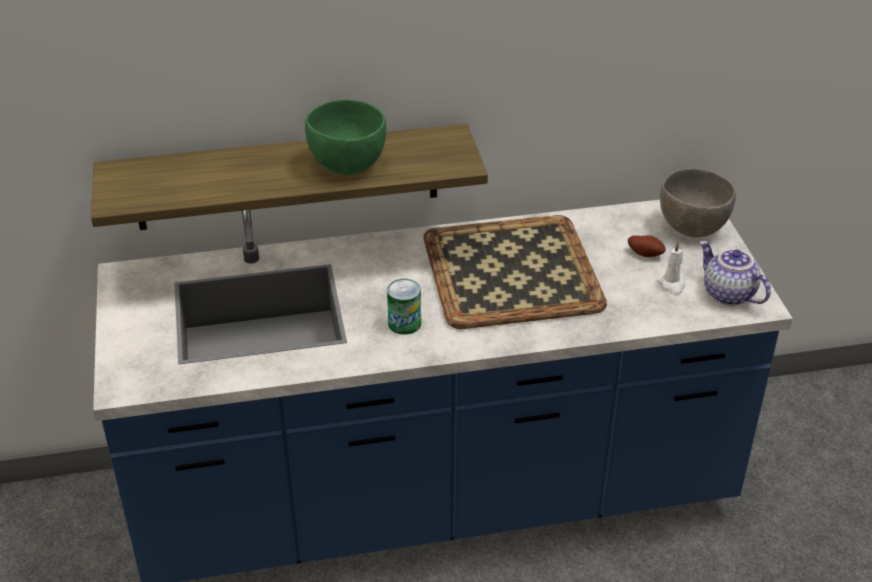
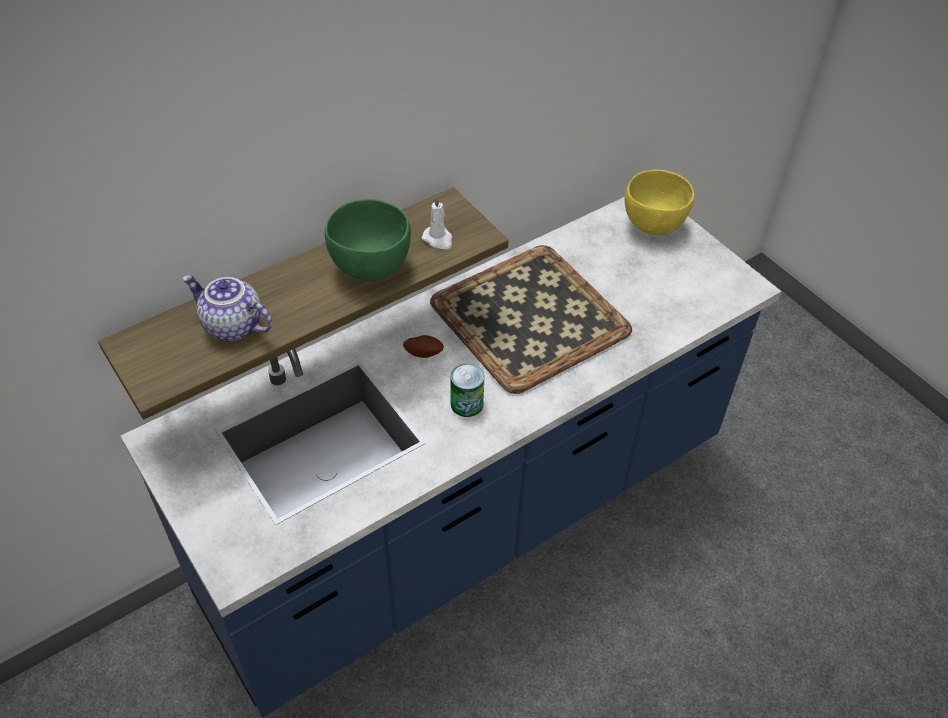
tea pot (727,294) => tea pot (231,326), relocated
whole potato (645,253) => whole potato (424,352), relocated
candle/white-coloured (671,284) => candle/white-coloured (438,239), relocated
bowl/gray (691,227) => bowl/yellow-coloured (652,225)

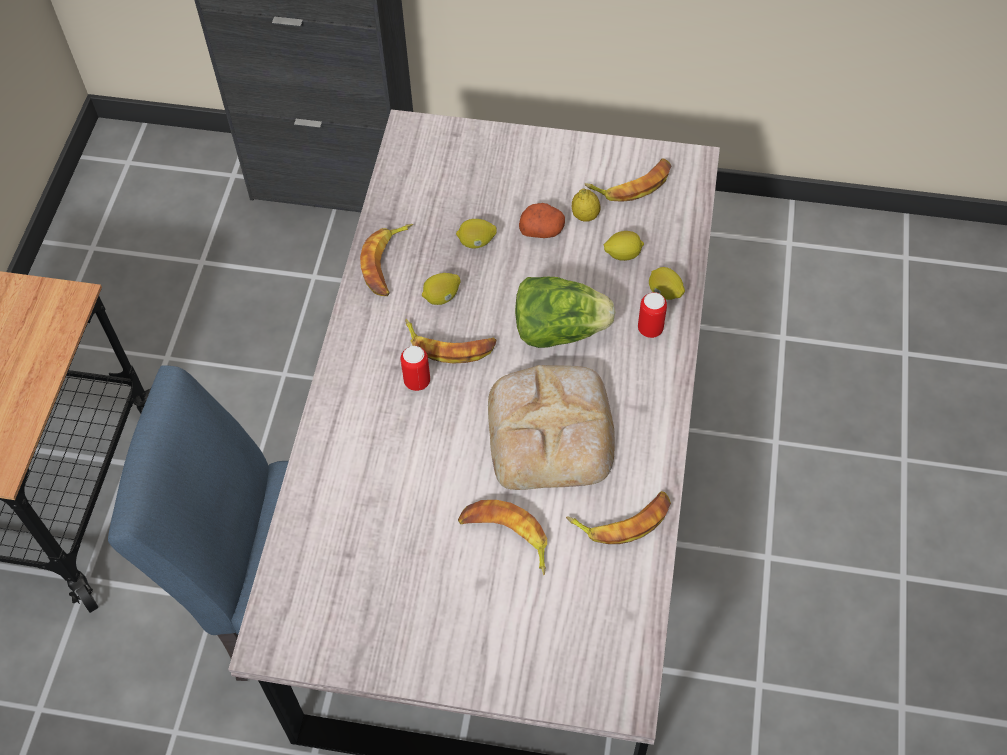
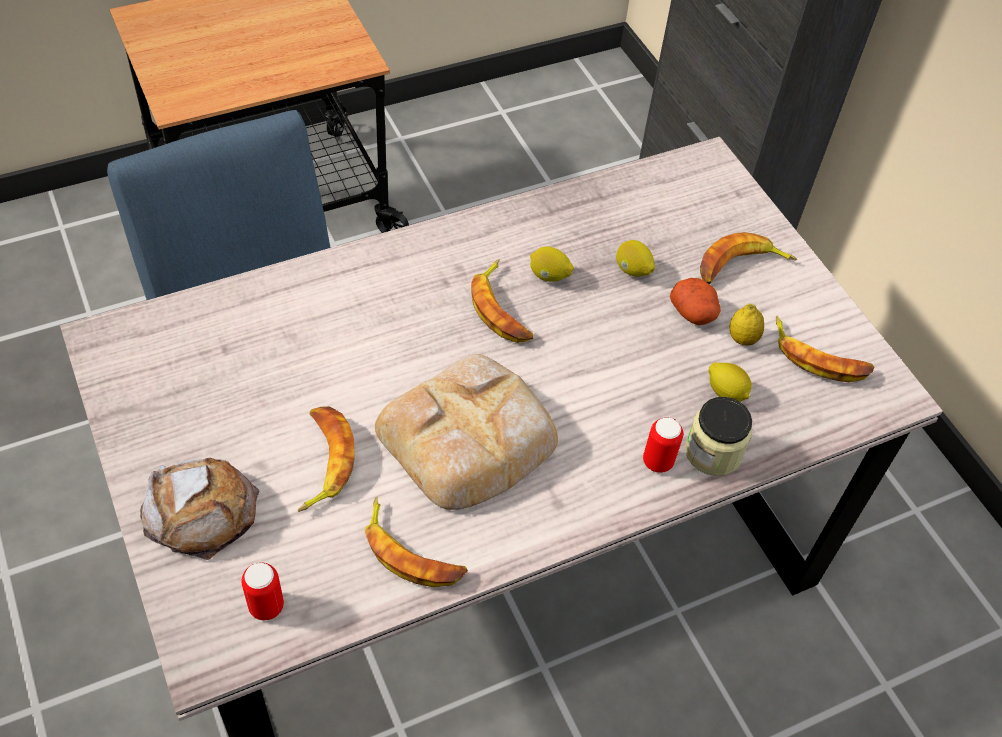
nothing => baked bread (201,511)
metal can (417,382) => metal can (266,606), relocated
whole lemon (664,293) => preserve jar (713,452)
banana (387,263) => banana (740,266), relocated
head of lettuce (559,330) => nothing

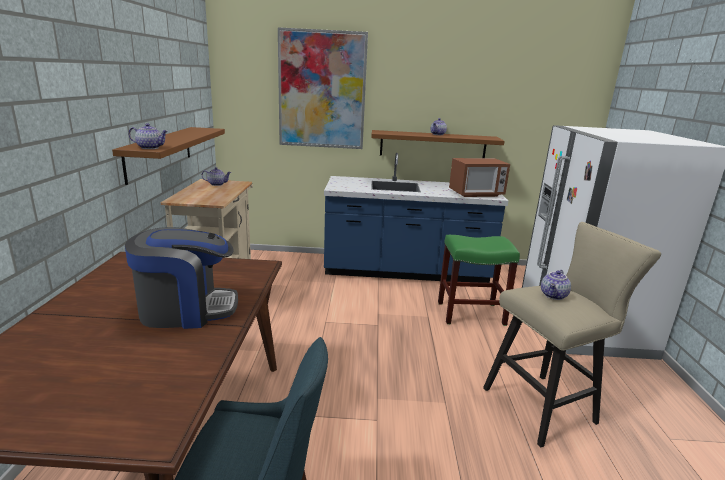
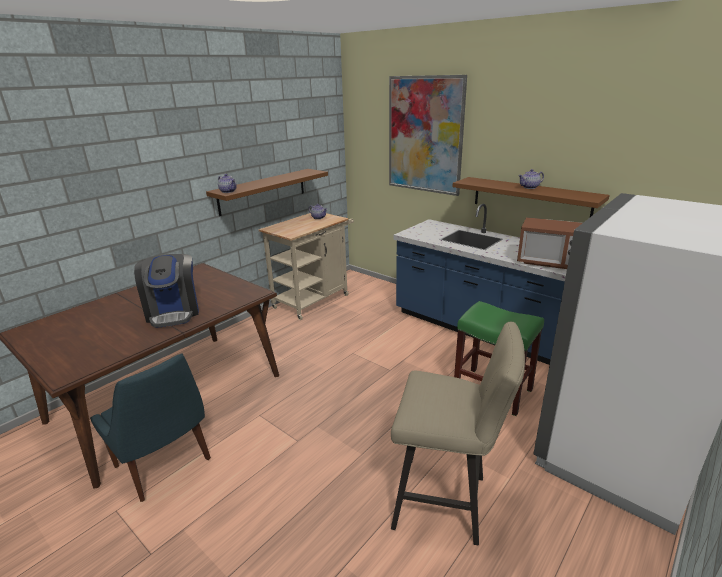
coffee maker (186,309) => coffee maker (173,312), 45 degrees clockwise
tea pot (554,296) => nothing

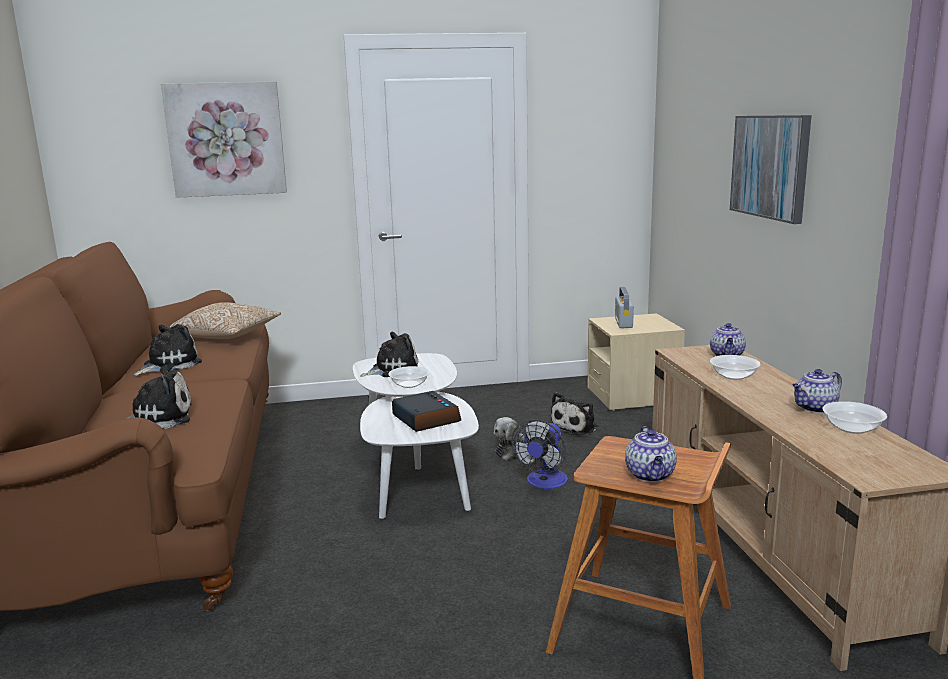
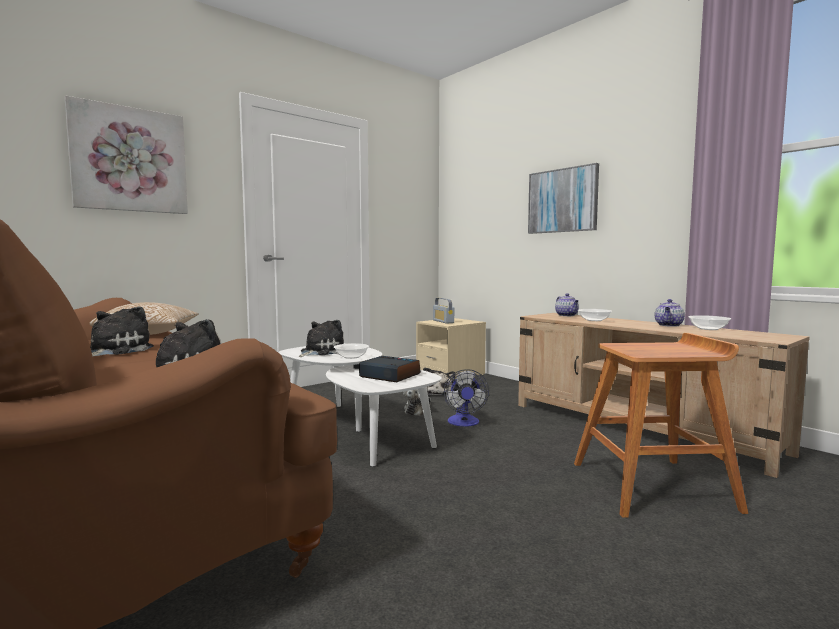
tea pot (650,475) => nothing

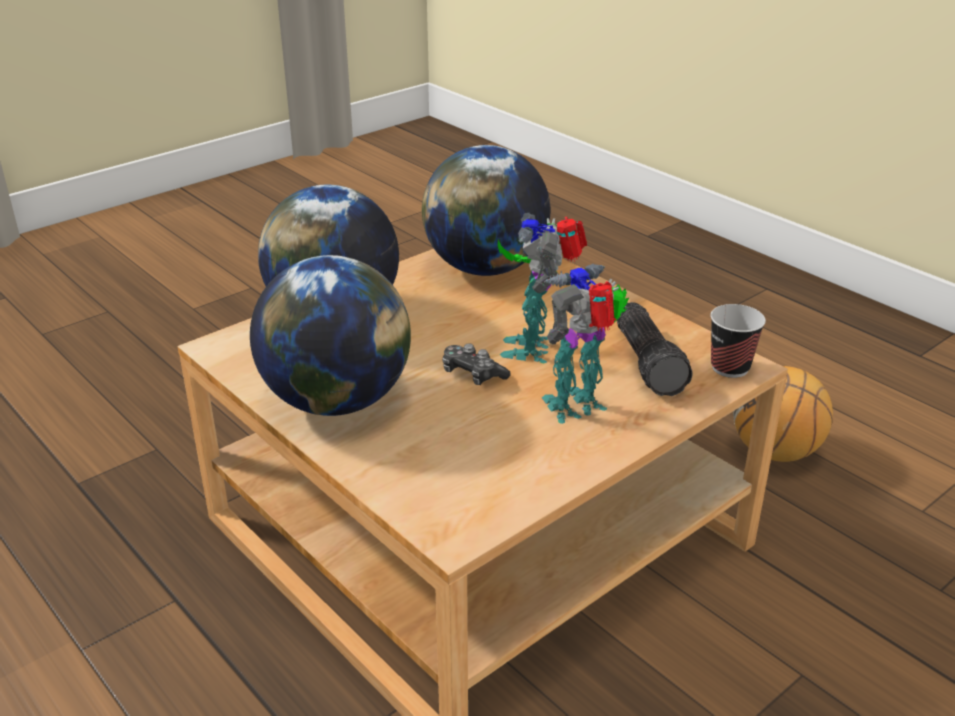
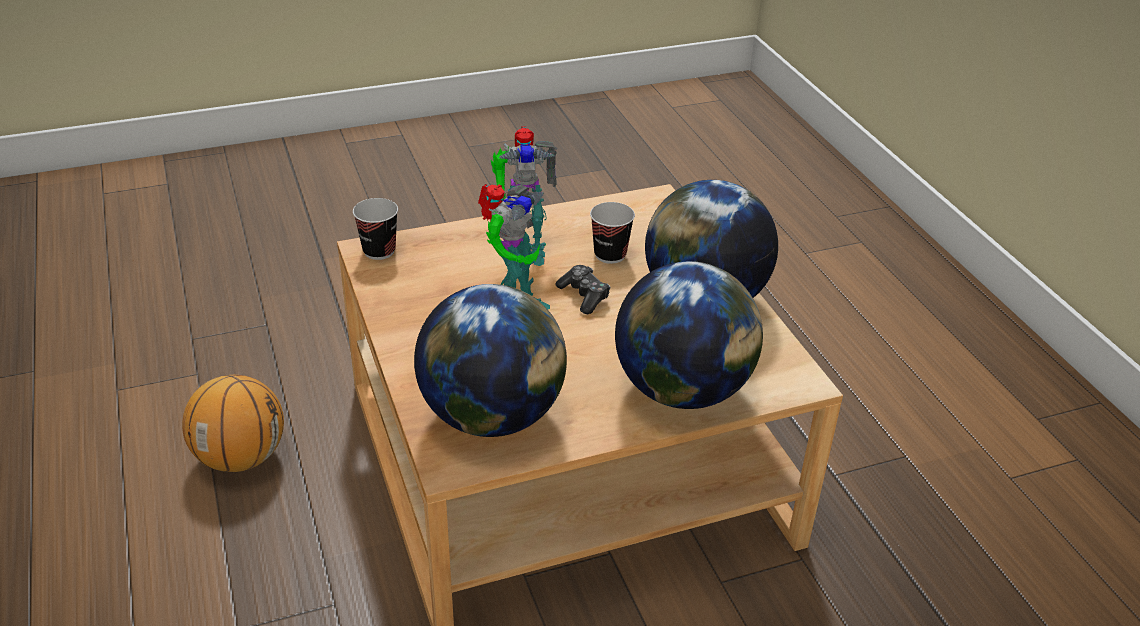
nothing => cup (610,255)
flashlight (650,362) => nothing

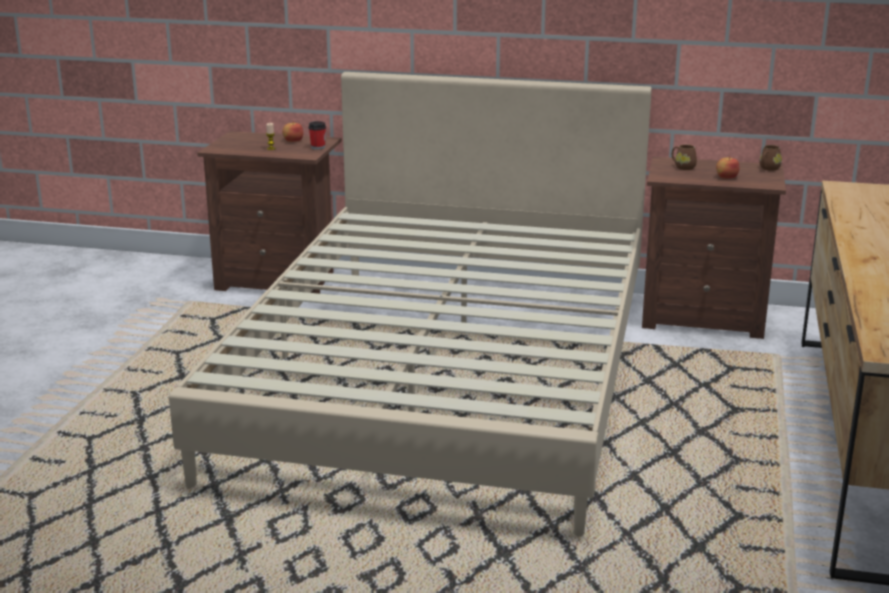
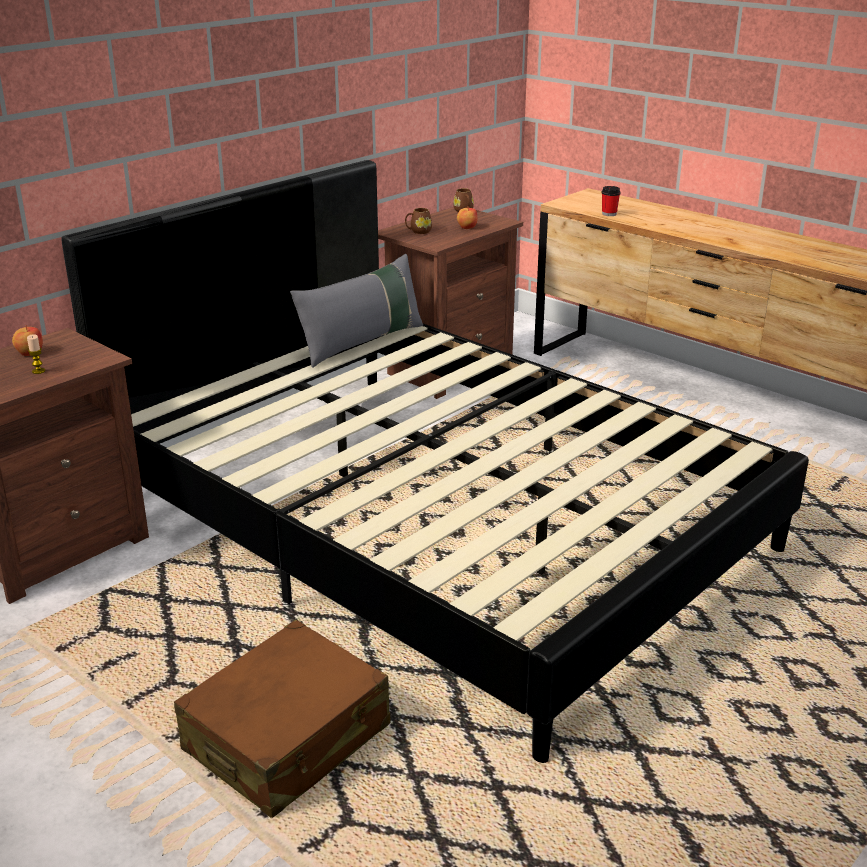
sleeping bed/beige-coloured (446,377) => sleeping bed/black (433,520)
nothing => suitcase/brownish (288,739)
nothing => throw pillow/gray (362,342)
cup (318,147) => cup (609,214), relocated

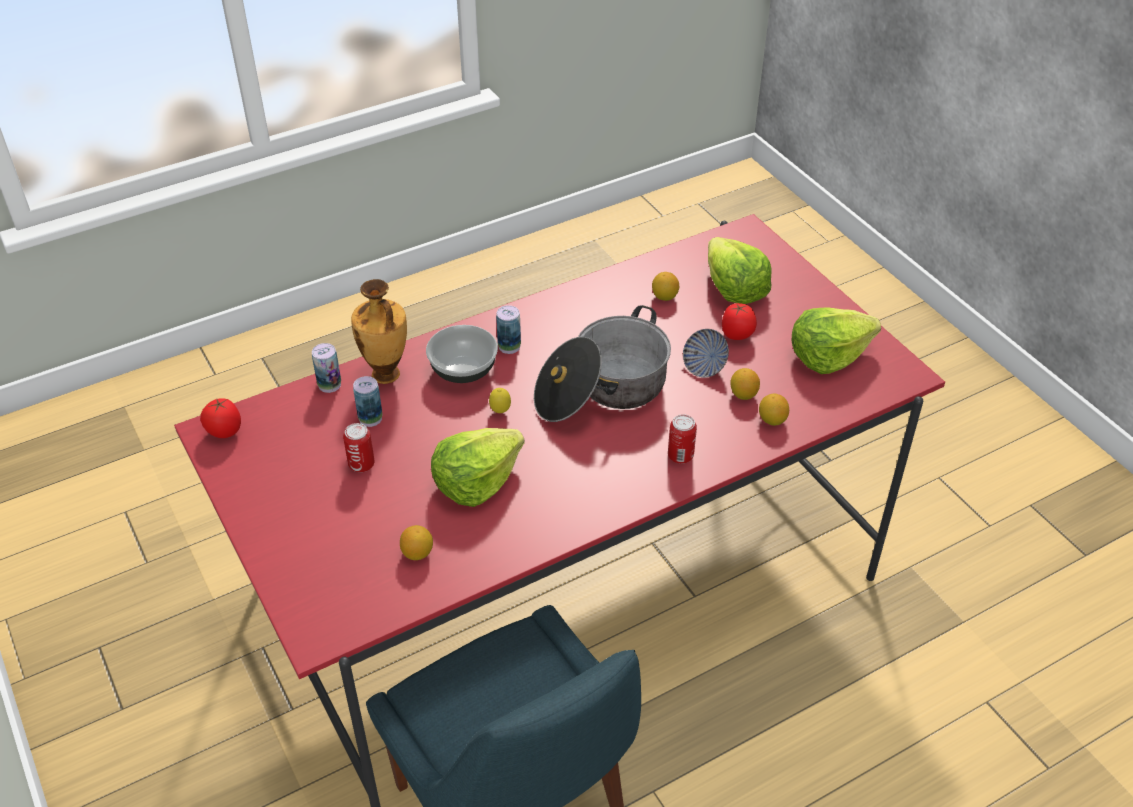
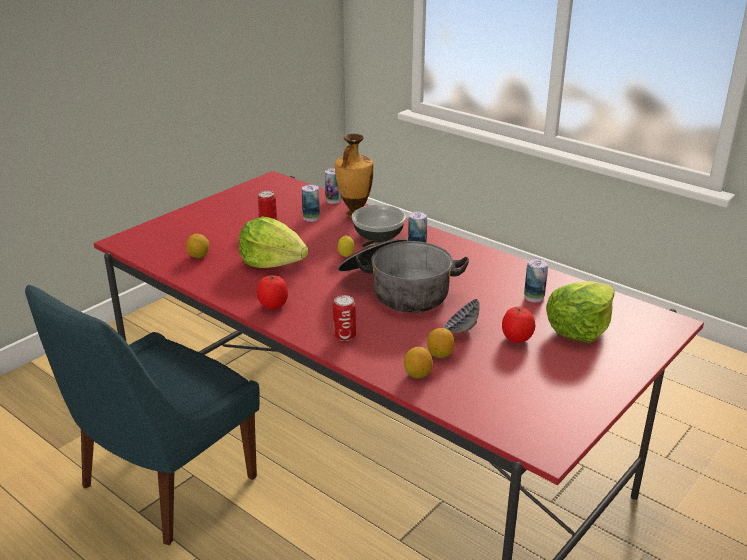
fresh tomato (224,432) => fresh tomato (273,305), relocated
whole lemon (664,297) => metal can (534,297)
head of lettuce (828,355) => nothing

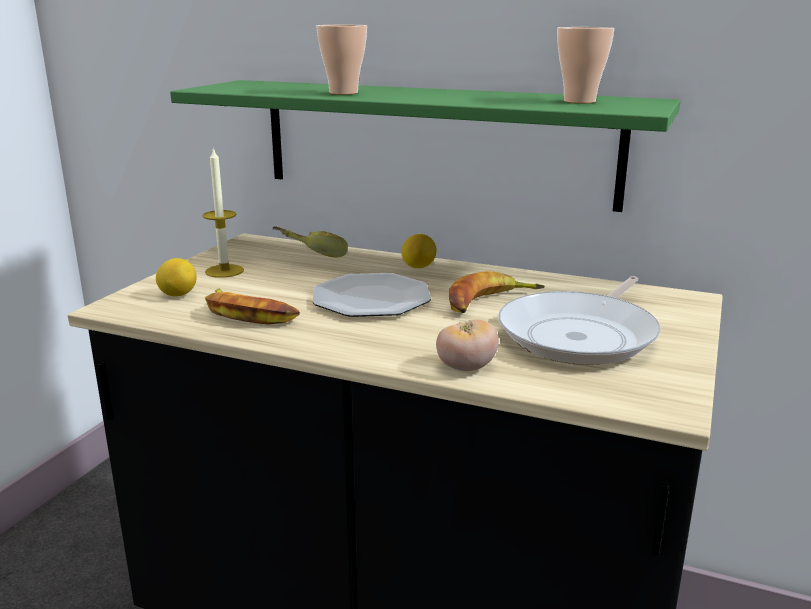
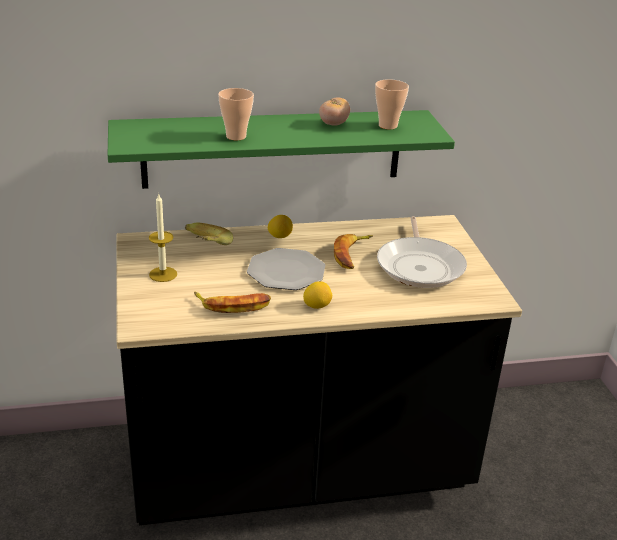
whole lemon (178,295) => whole lemon (317,306), relocated
fresh tomato (466,368) => fresh tomato (333,124), relocated

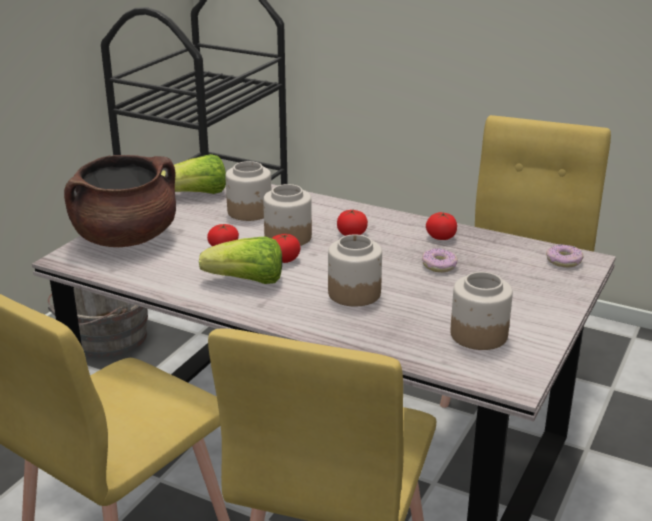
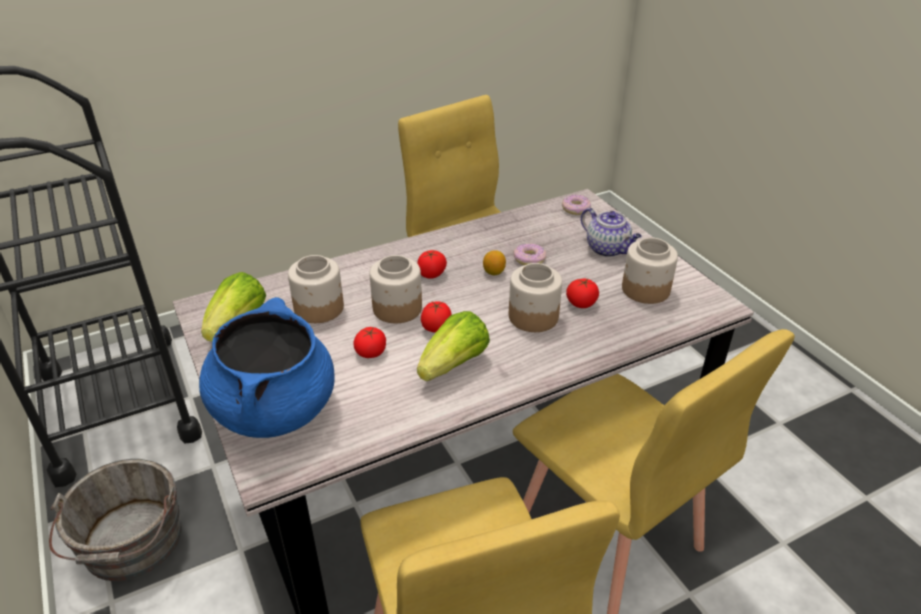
saucepot/brownish (126,238) => saucepot/blue-coloured (275,409)
nothing => whole lemon (494,272)
fresh tomato (441,237) => fresh tomato (581,303), relocated
nothing => tea pot (608,249)

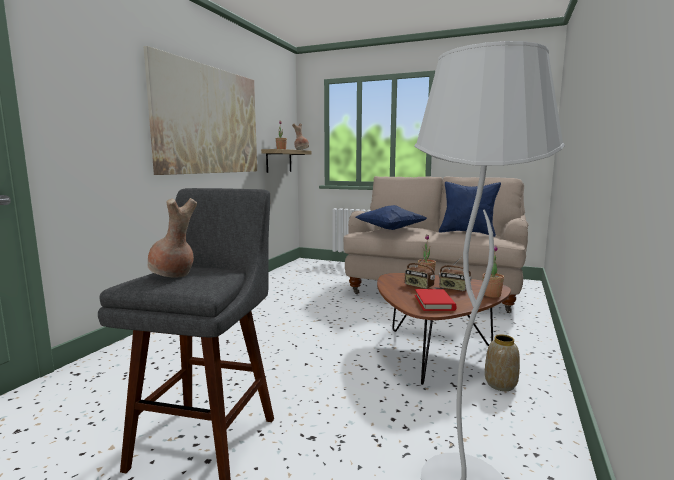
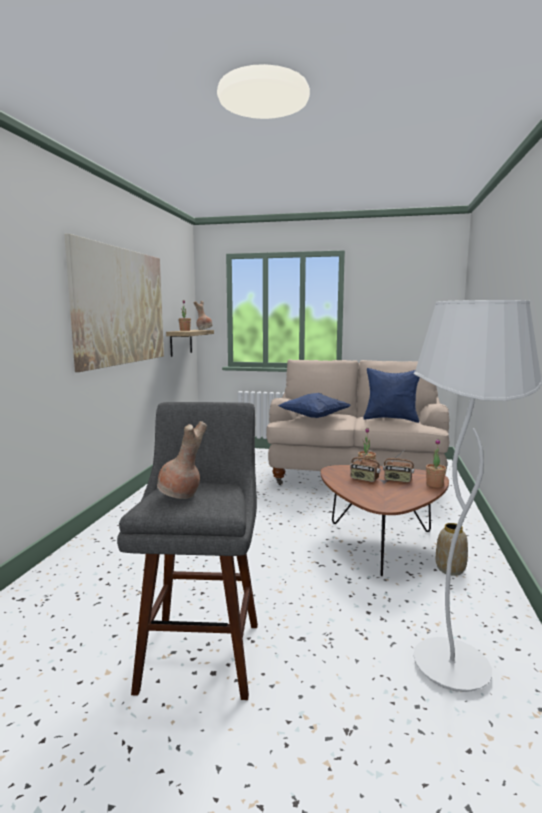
volume/reddish (434,303) => nothing

